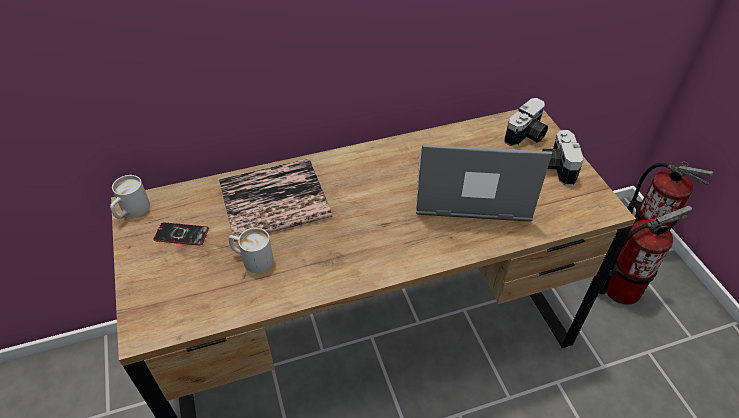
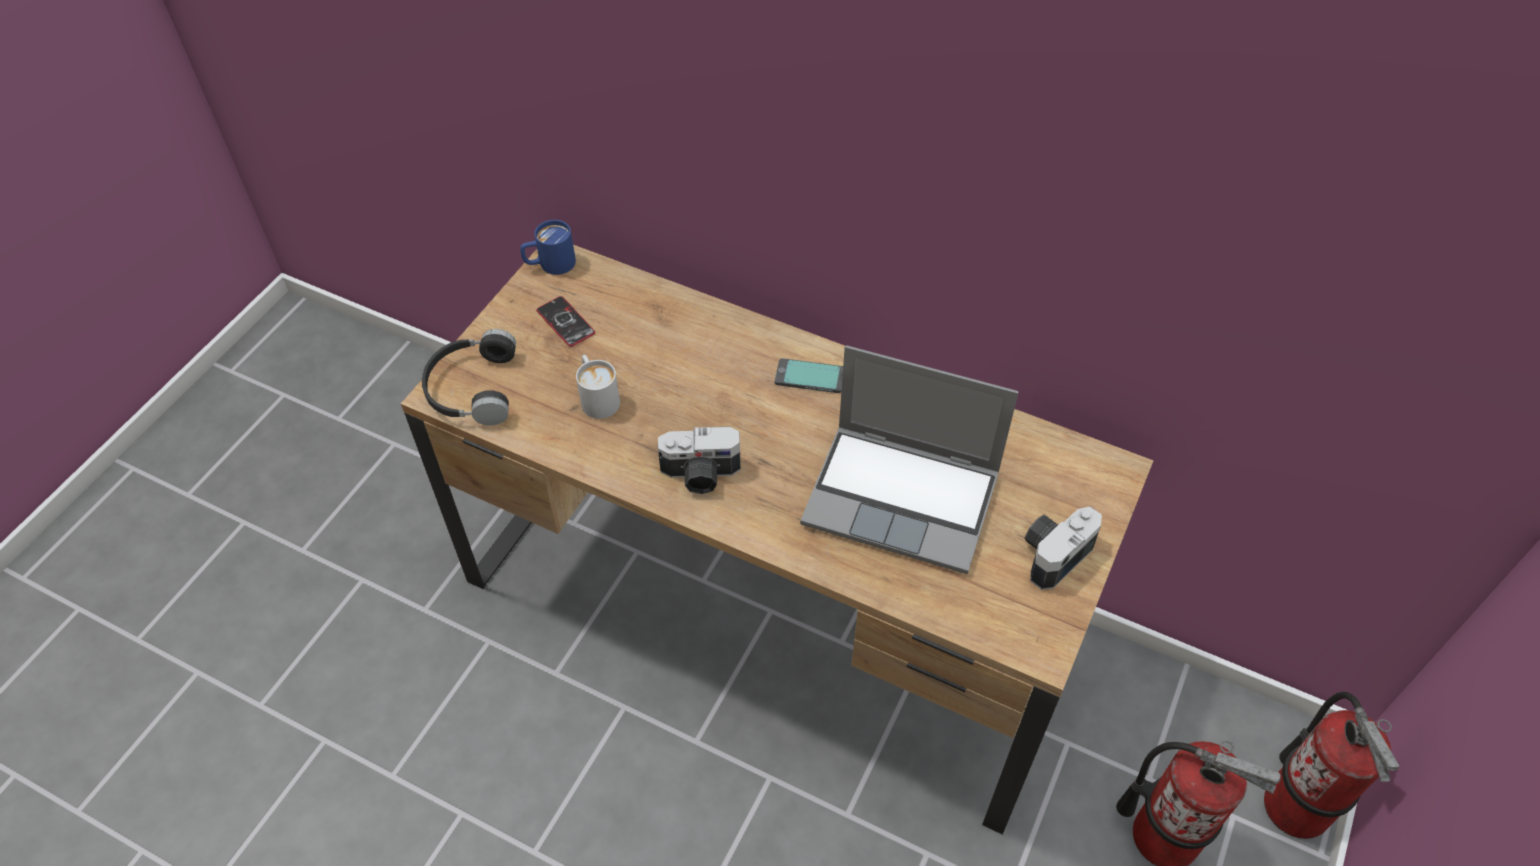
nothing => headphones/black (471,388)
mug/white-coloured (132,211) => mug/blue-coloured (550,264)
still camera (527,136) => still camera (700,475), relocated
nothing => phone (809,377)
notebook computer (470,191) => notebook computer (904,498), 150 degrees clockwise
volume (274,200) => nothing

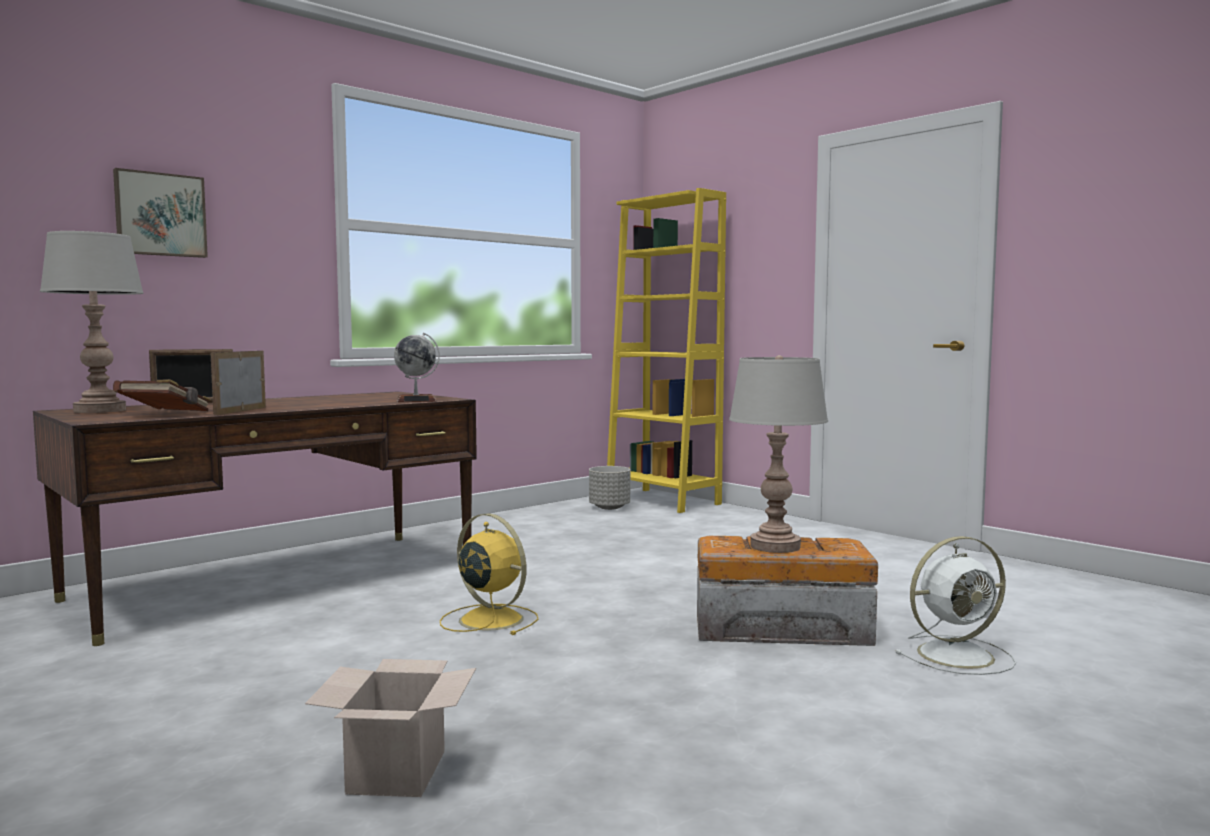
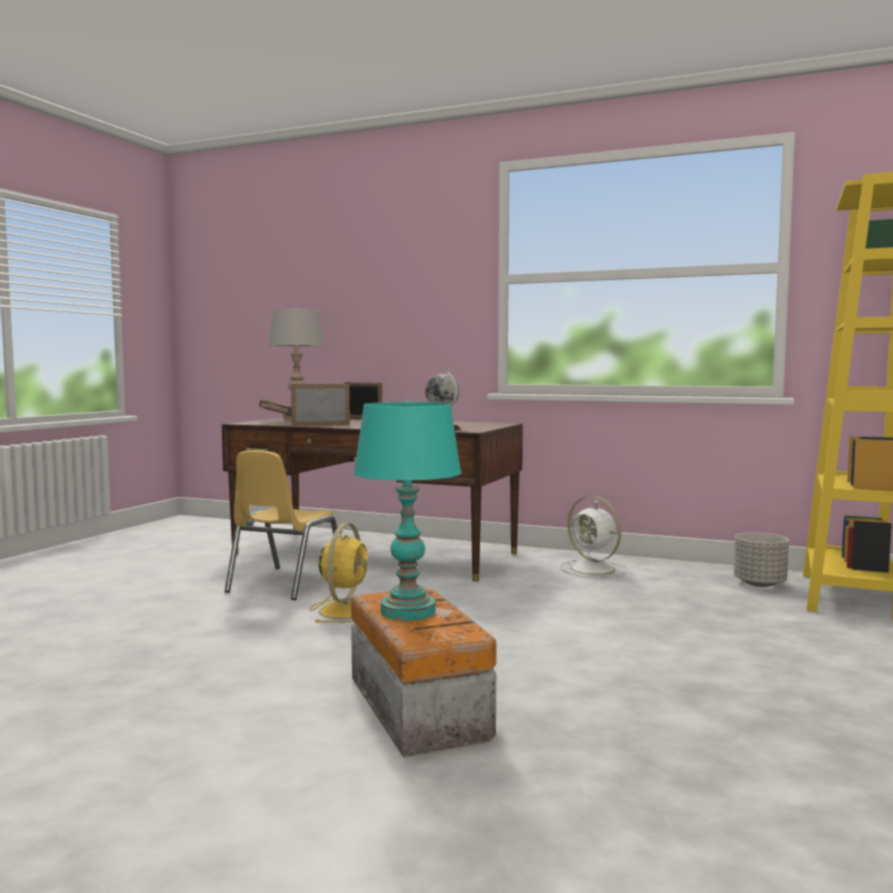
nothing => upright chair/yellow-coloured (285,583)
tabletop lamp/gray (775,546) => tabletop lamp/blue-green (408,612)
fan/white-coloured (958,655) => fan/white-coloured (594,569), relocated
wall picture (160,215) => nothing
packing box (396,770) => nothing

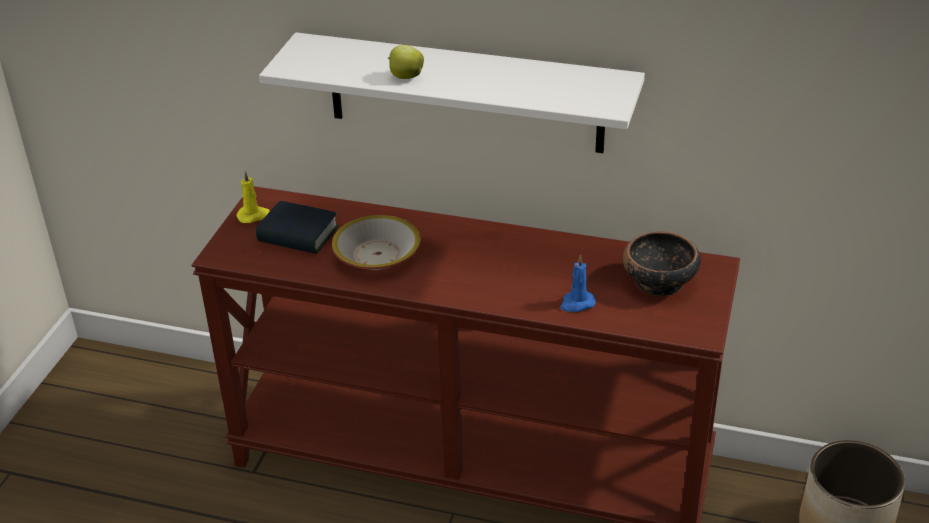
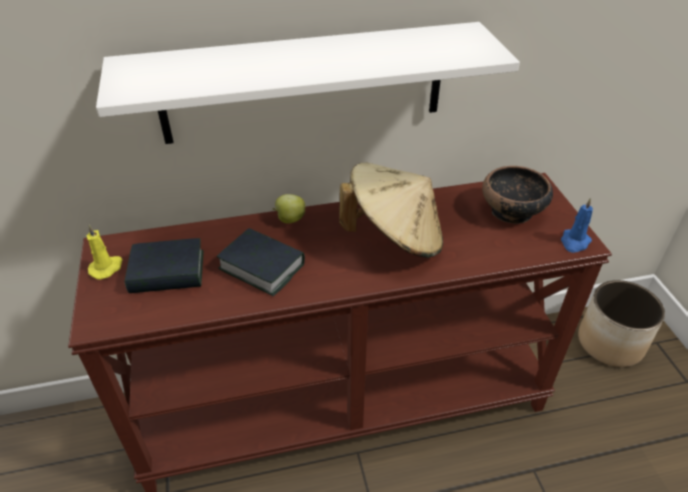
bowl (378,255) => volume (262,266)
whole apple (405,77) => whole apple (289,219), relocated
nothing => hat/beige-coloured (394,237)
candle/blue-coloured (577,303) => candle/blue-coloured (574,242), relocated

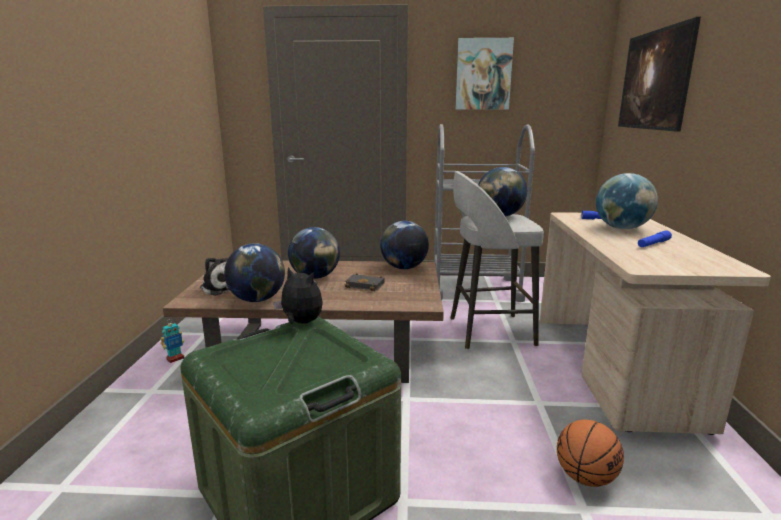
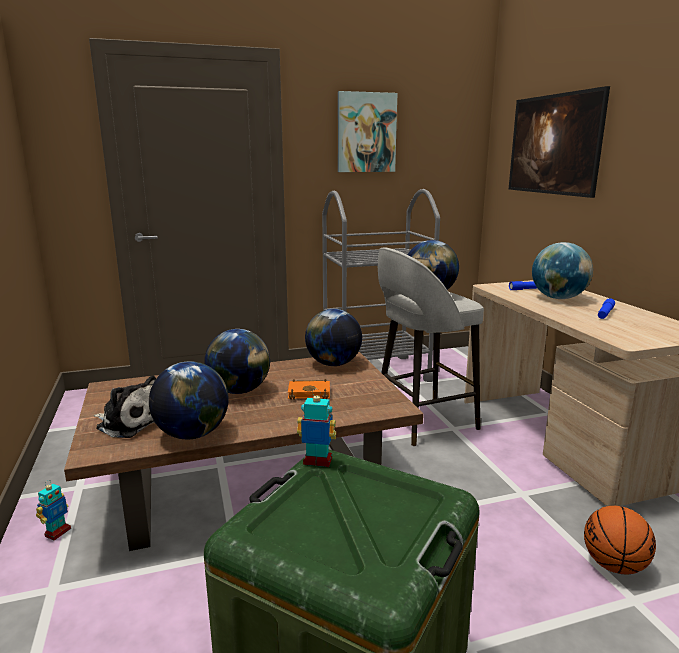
volume/black (366,285) => volume/orange-coloured (310,392)
soft toy (300,323) => robot figure (317,462)

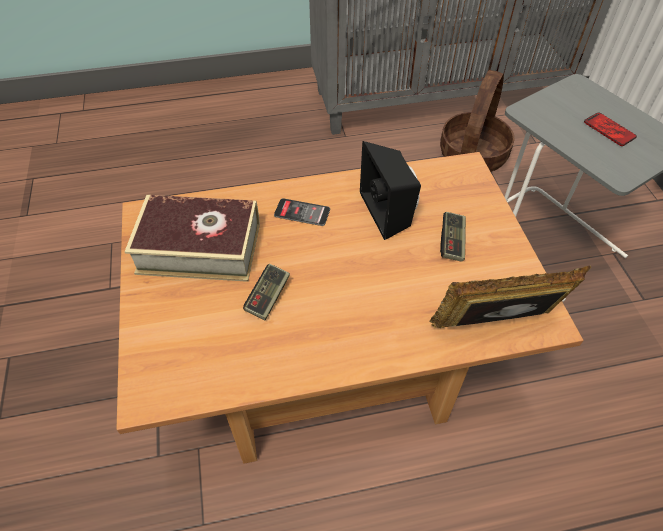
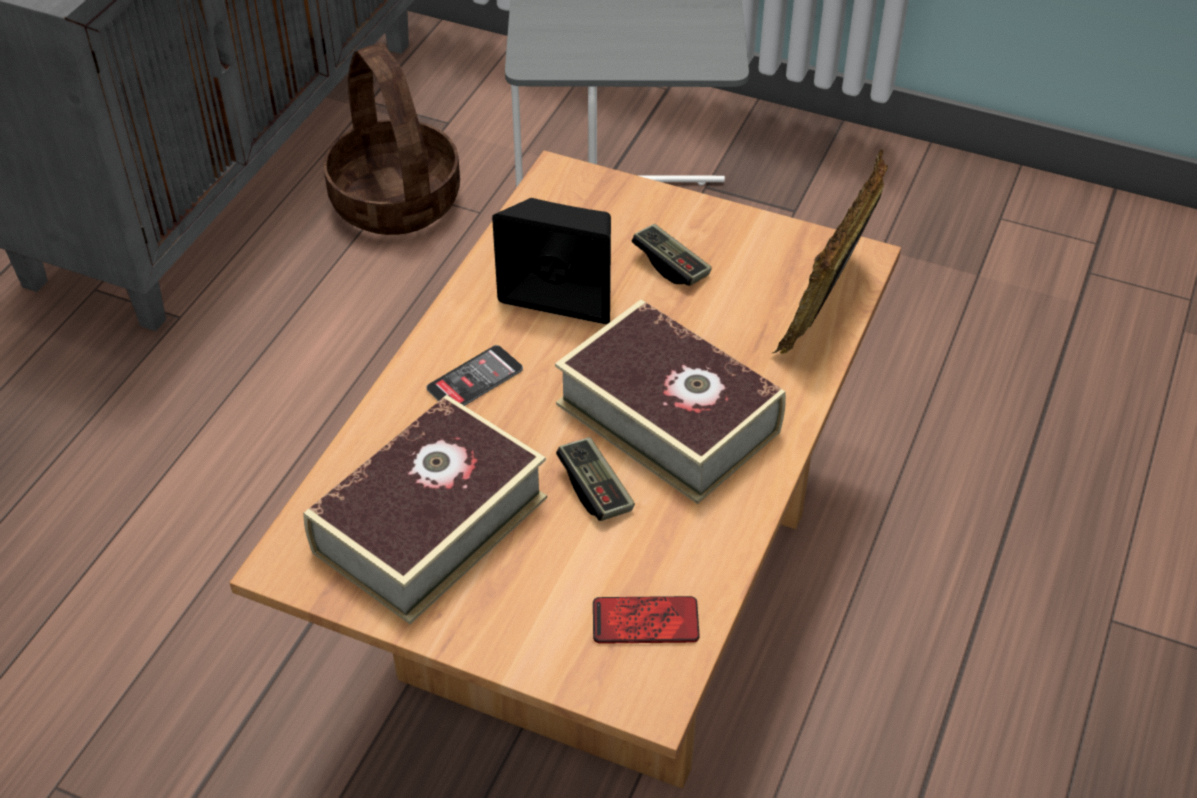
nothing => volume (668,417)
phone (609,130) => phone (645,621), relocated

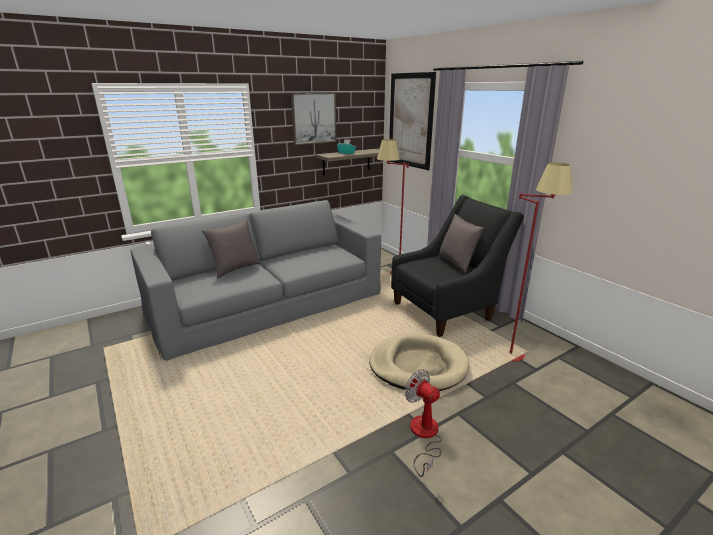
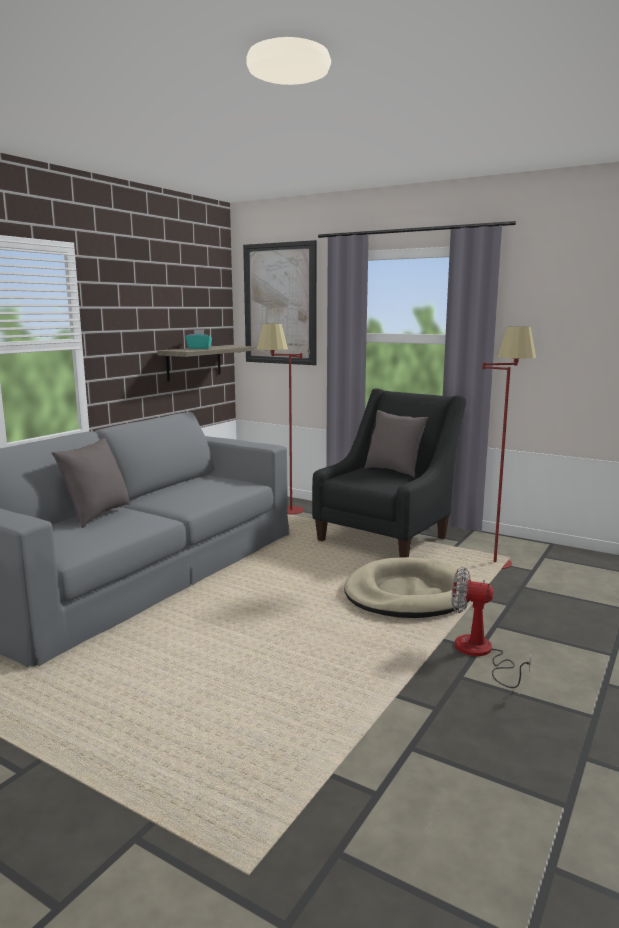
wall picture (313,118) => nothing

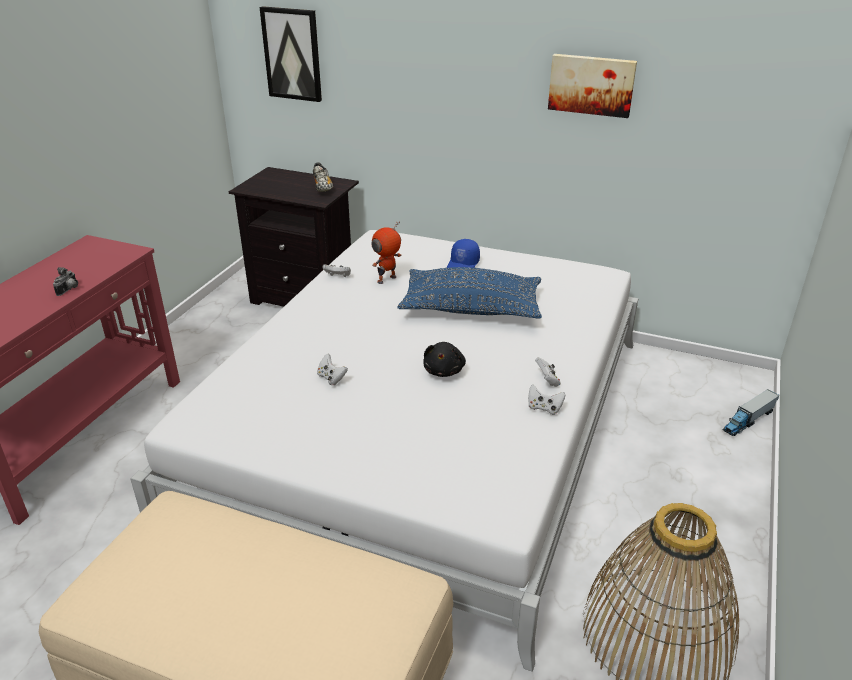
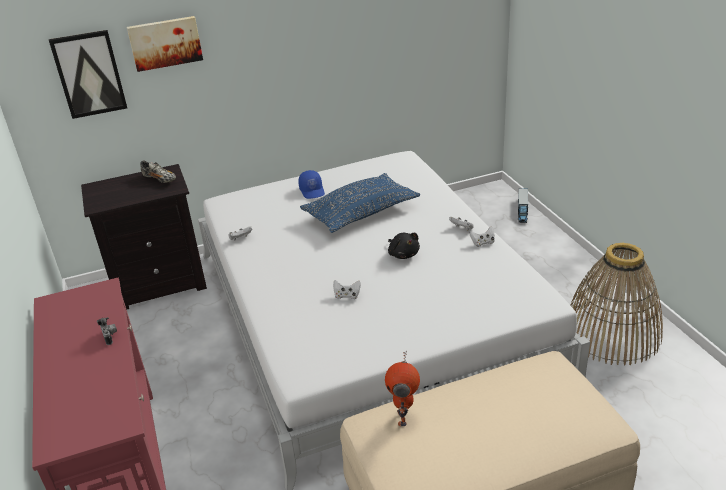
wall picture (591,84) => wall picture (165,43), relocated
robot figure (387,280) => robot figure (404,416), relocated

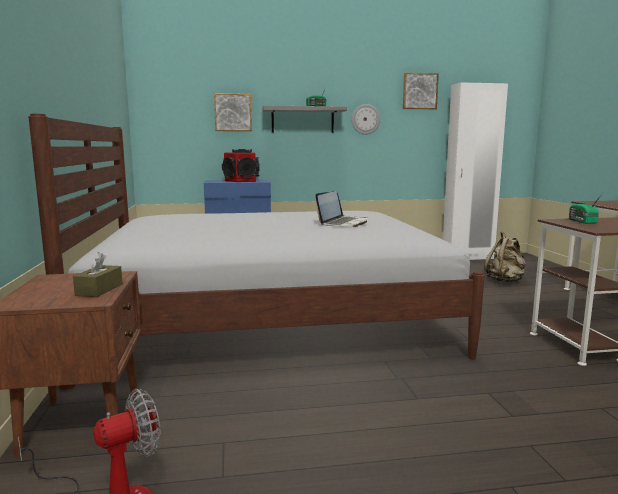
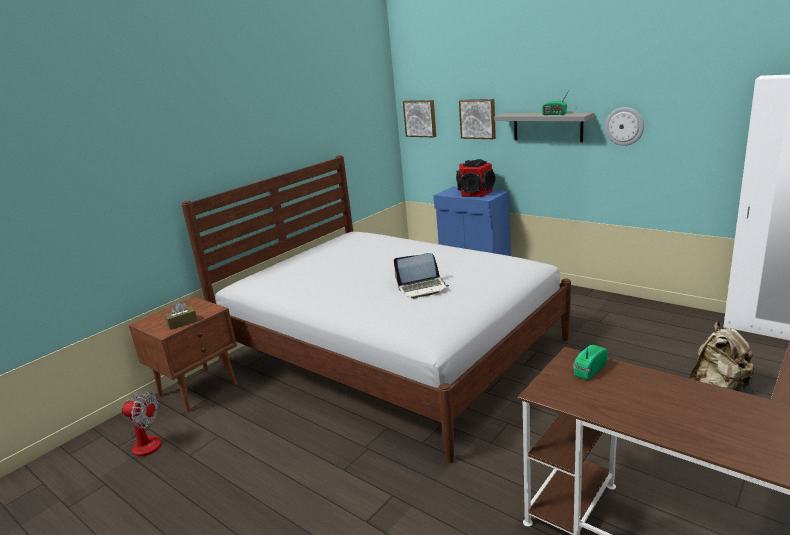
wall picture (419,91) => wall picture (420,118), relocated

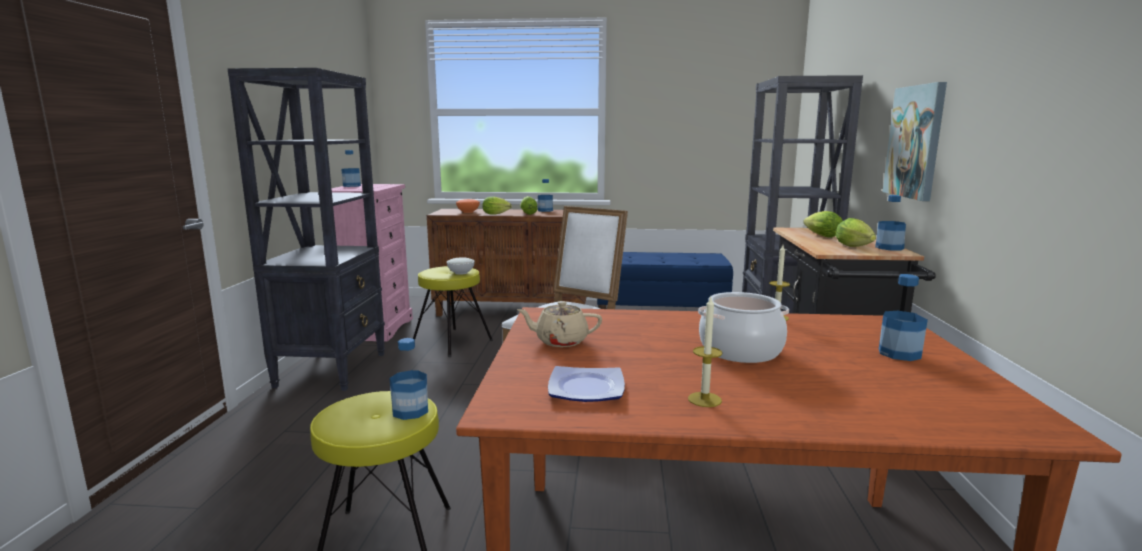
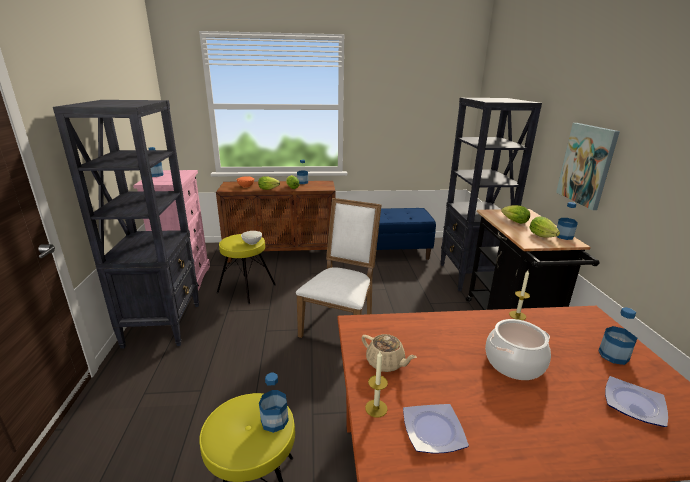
tea pot/beige-coloured (560,341) => tea pot/beige-coloured (386,363), 135 degrees counterclockwise
candle (704,399) => candle (376,408), relocated
nothing => plate (632,403)

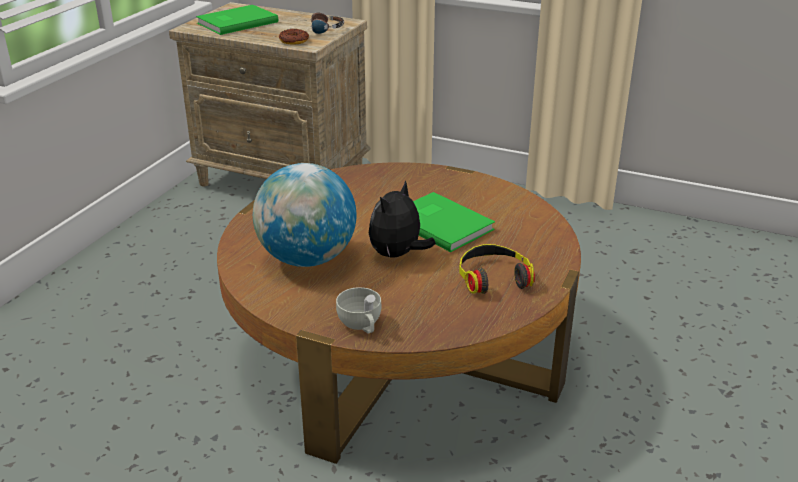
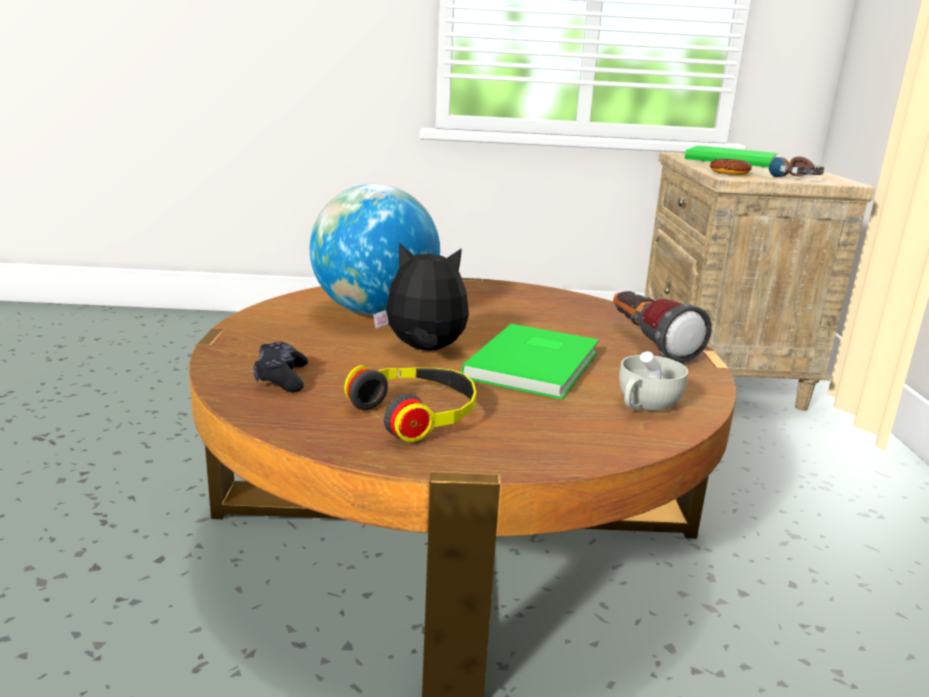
nothing => gamepad/black (281,378)
nothing => flashlight (648,343)
cup/white-coloured (361,325) => cup/white-coloured (644,406), relocated

